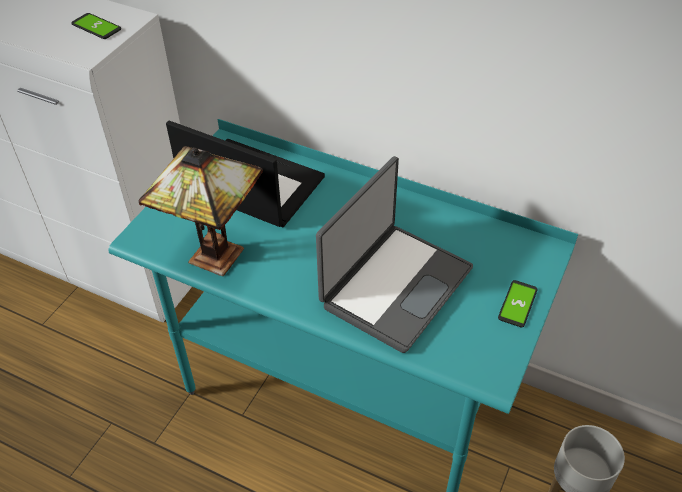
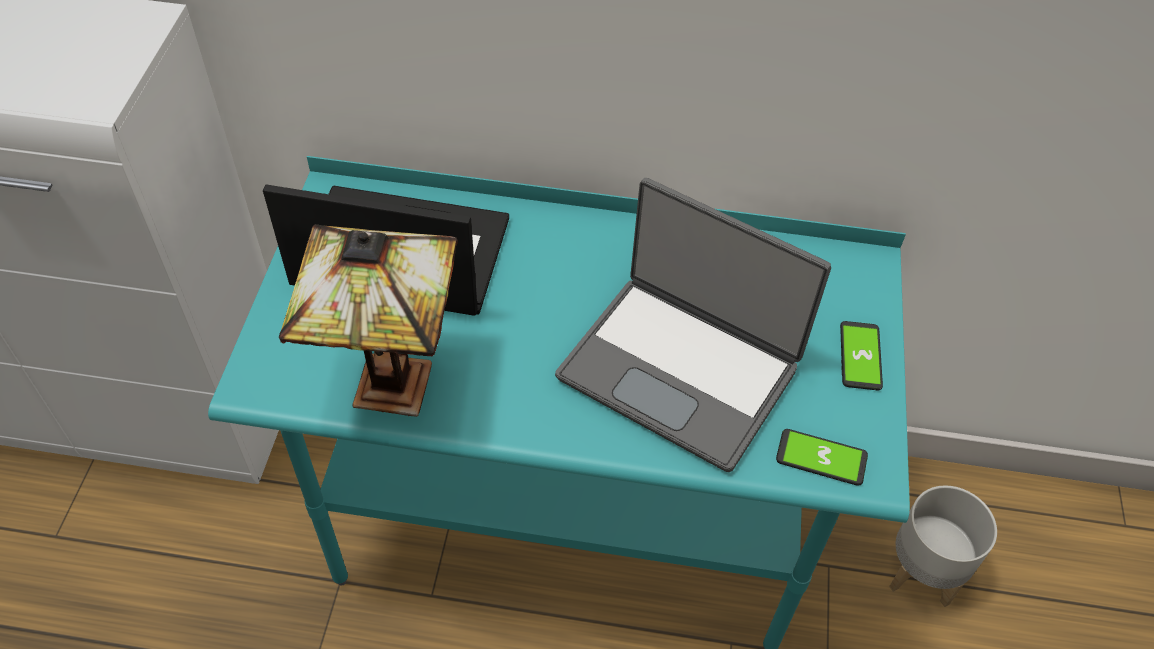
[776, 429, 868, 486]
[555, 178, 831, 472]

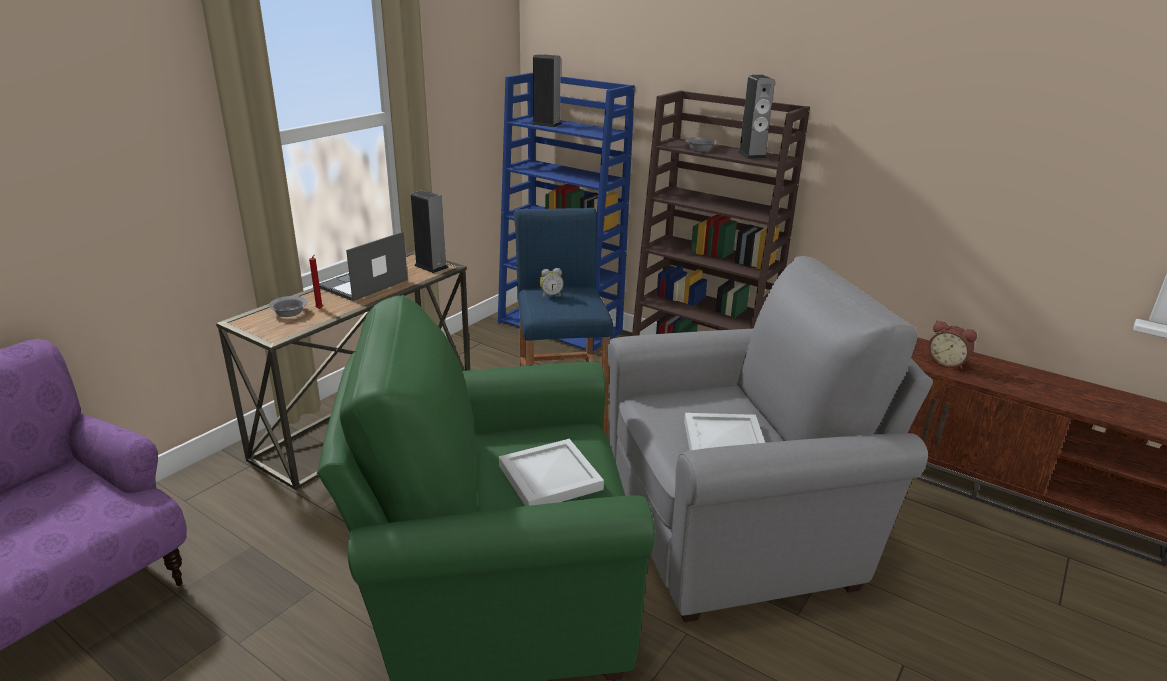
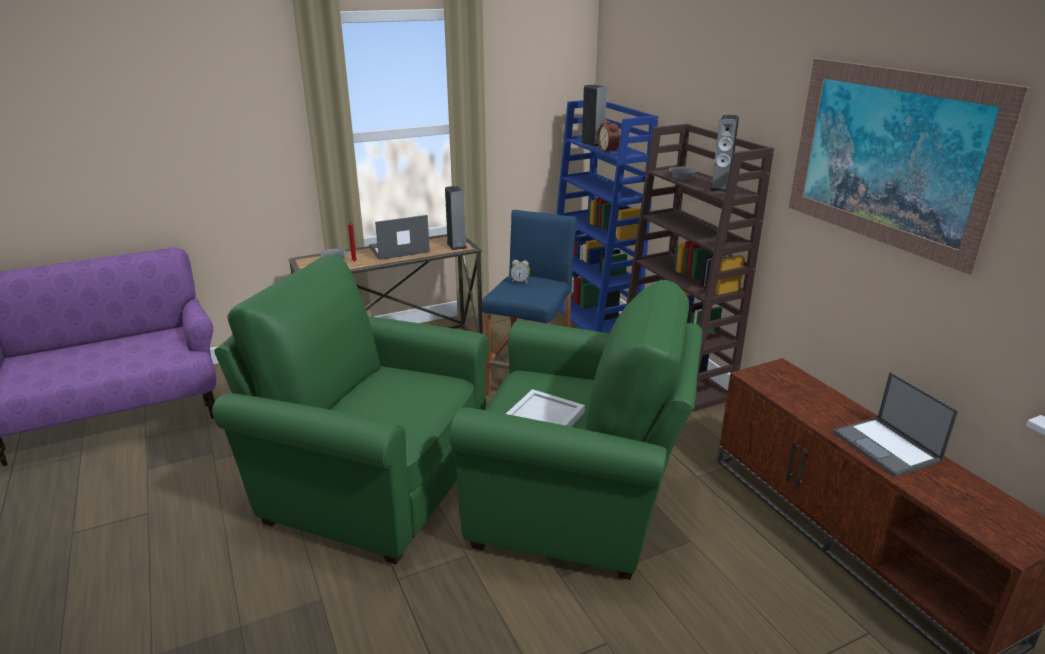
[499, 439, 604, 506] (first image)
[449, 280, 703, 580]
[597, 119, 620, 153]
[789, 58, 1030, 275]
[833, 372, 958, 477]

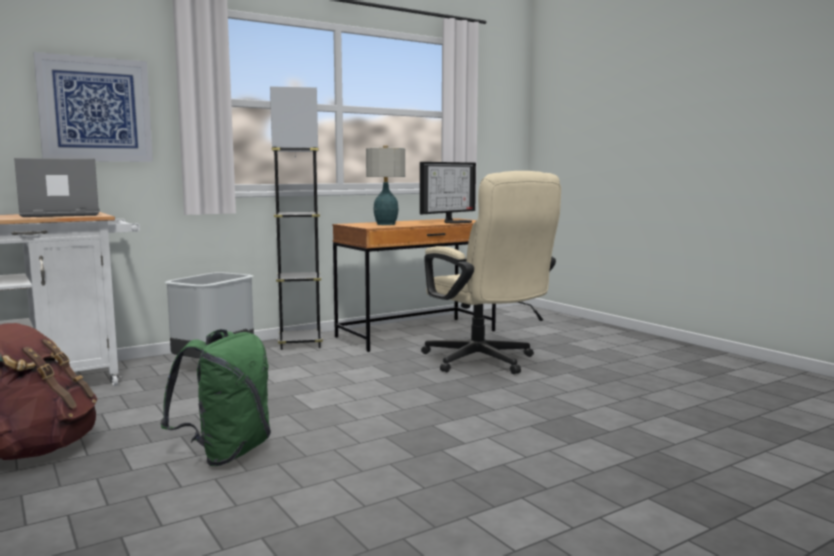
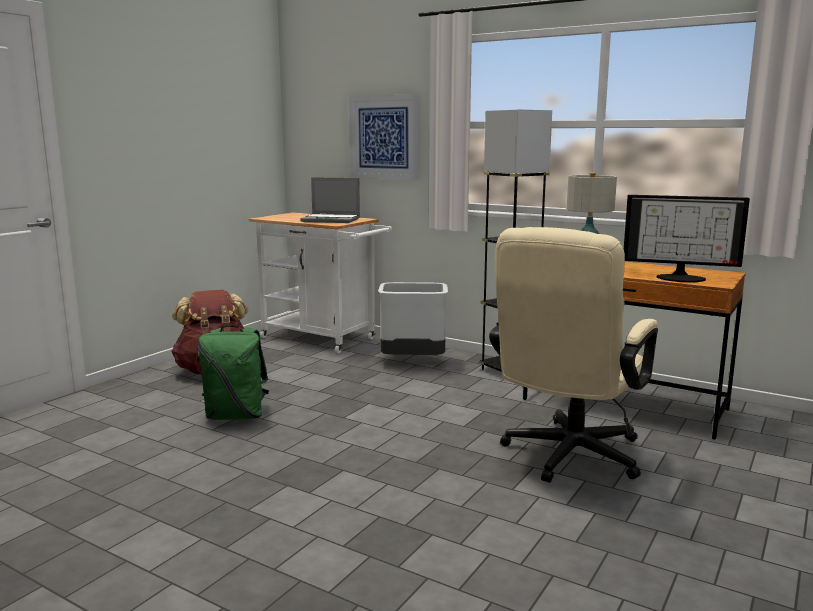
[300, 177, 360, 223]

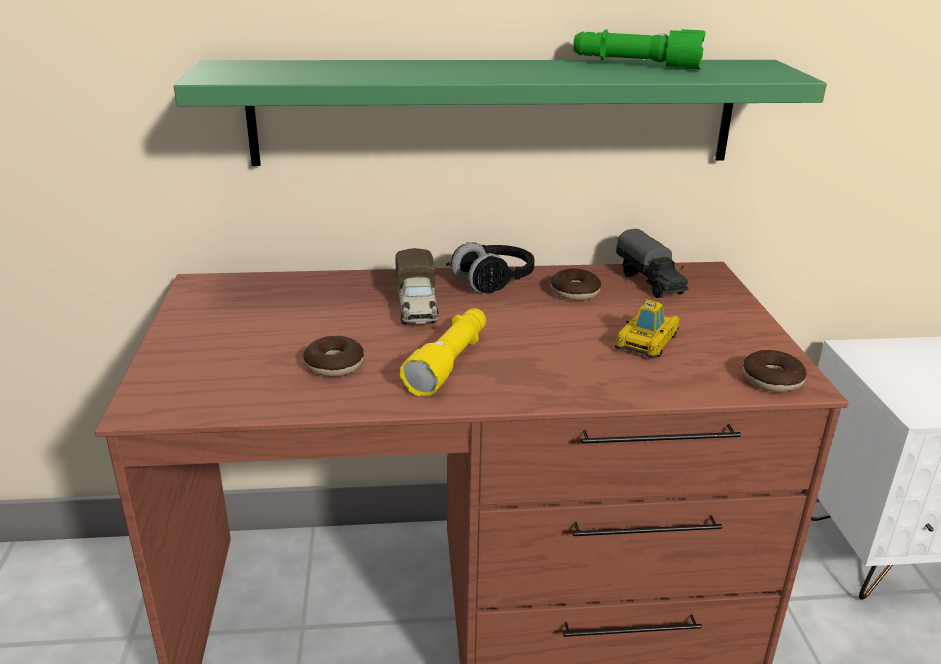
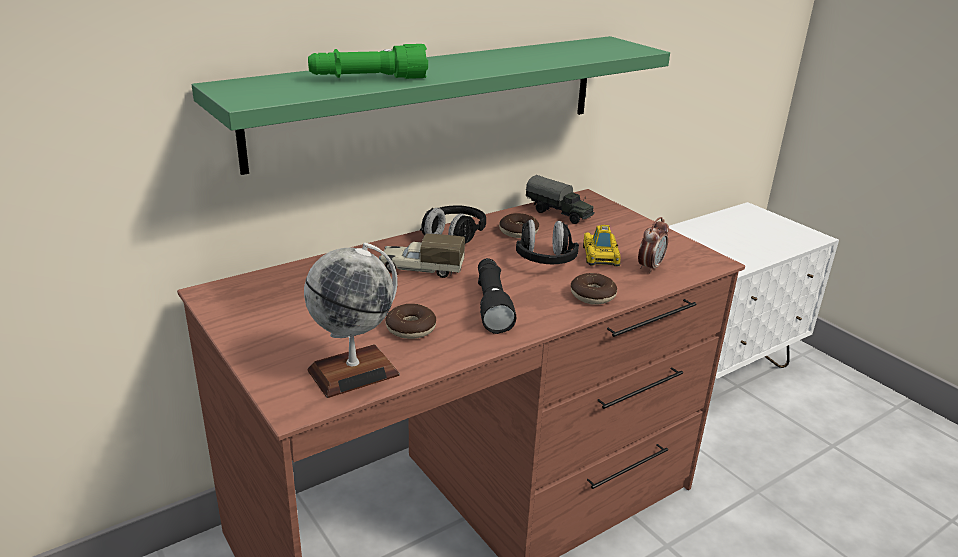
[379, 234, 465, 278]
[478, 258, 516, 334]
[308, 44, 428, 79]
[571, 273, 617, 305]
[304, 243, 400, 398]
[516, 220, 579, 264]
[638, 217, 669, 273]

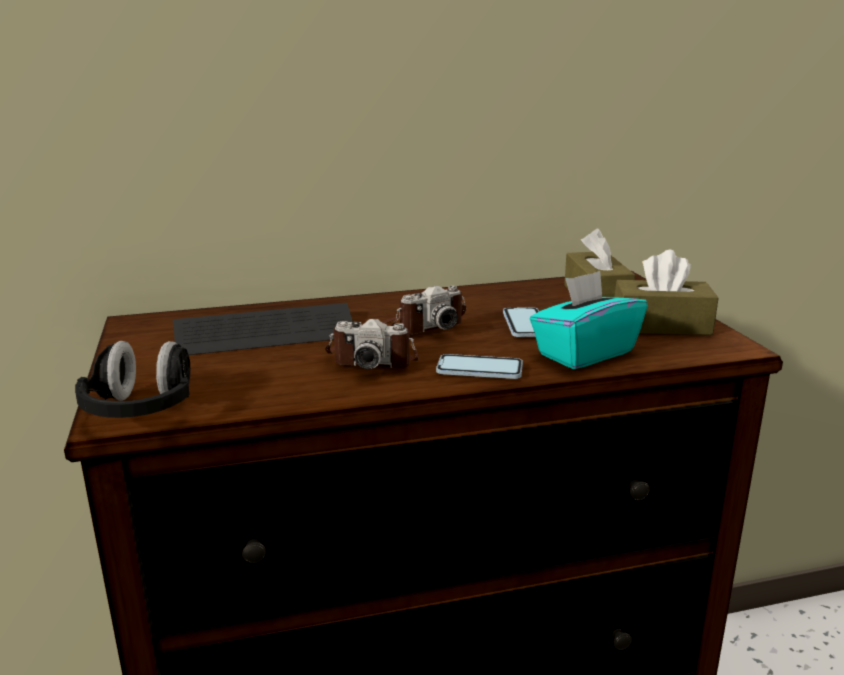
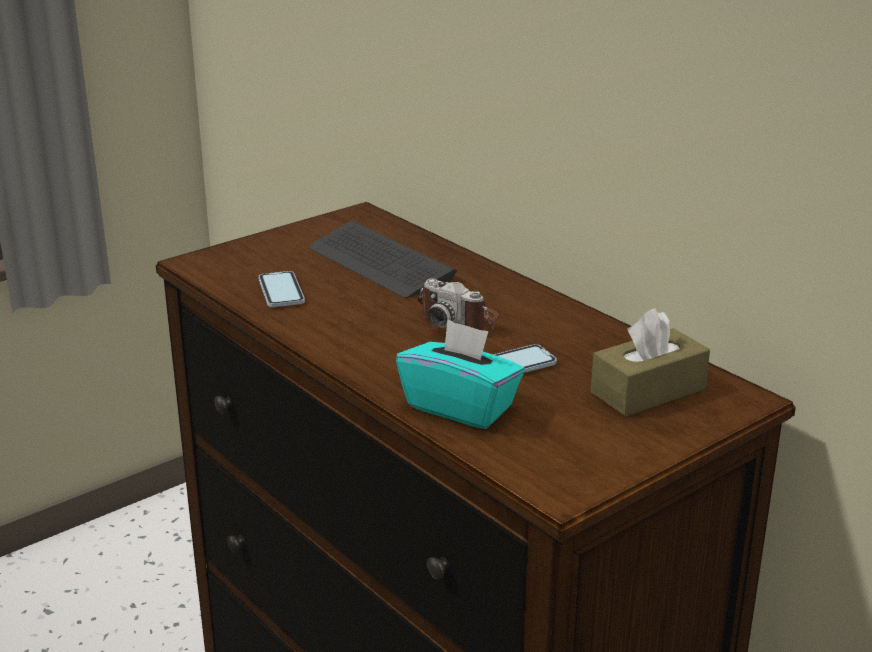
[75, 341, 190, 418] (first image)
[325, 319, 419, 369] (first image)
[258, 271, 305, 307]
[615, 249, 719, 335] (first image)

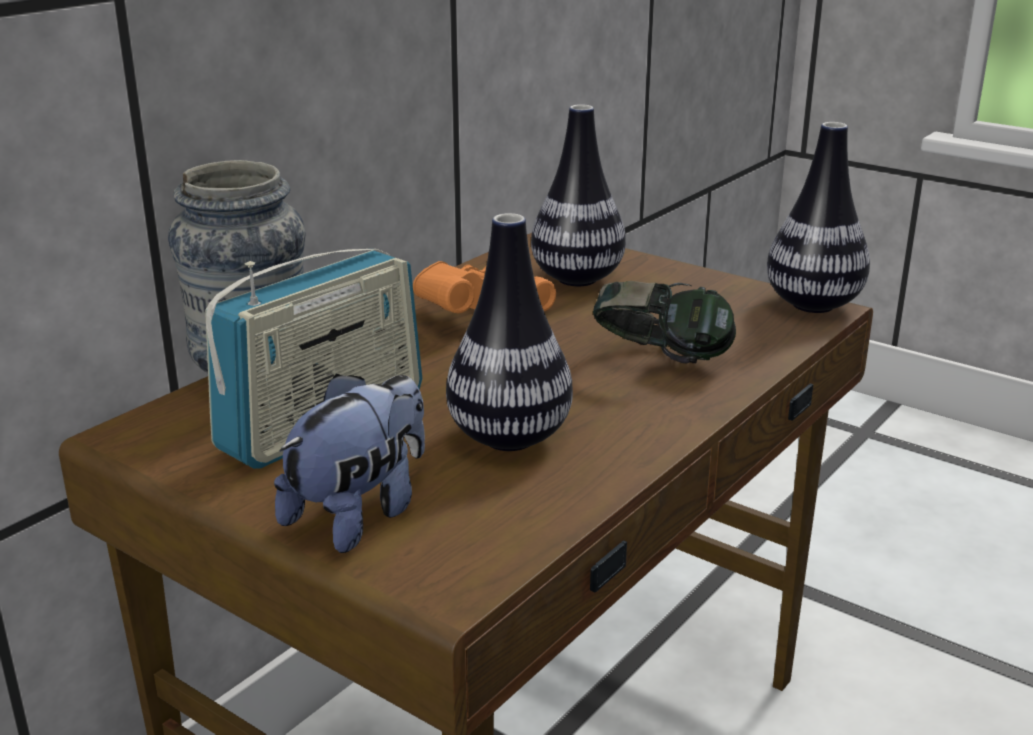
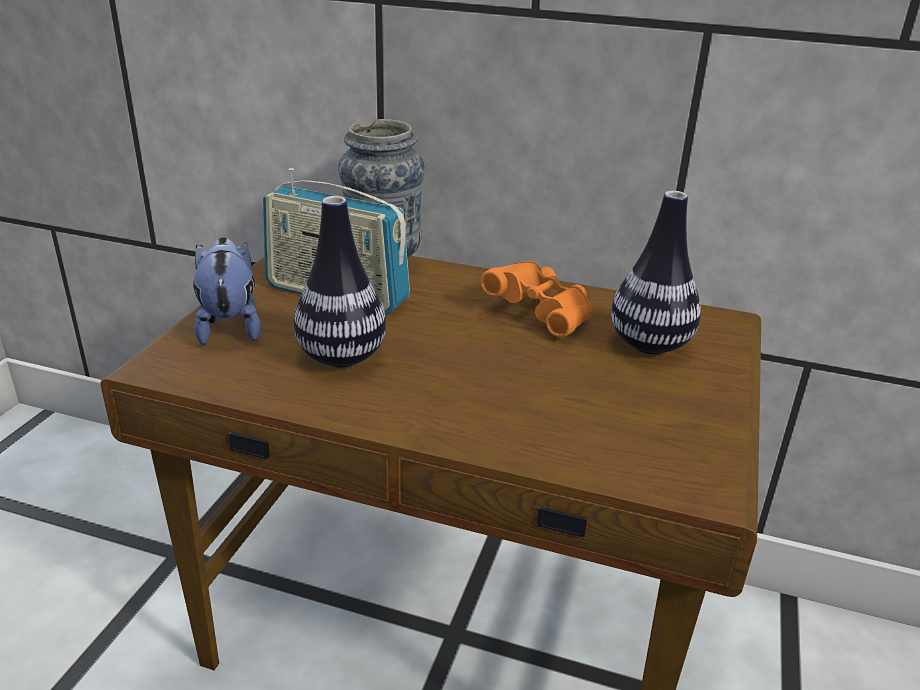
[193, 237, 261, 345]
[593, 281, 736, 363] (first image)
[767, 122, 870, 313] (first image)

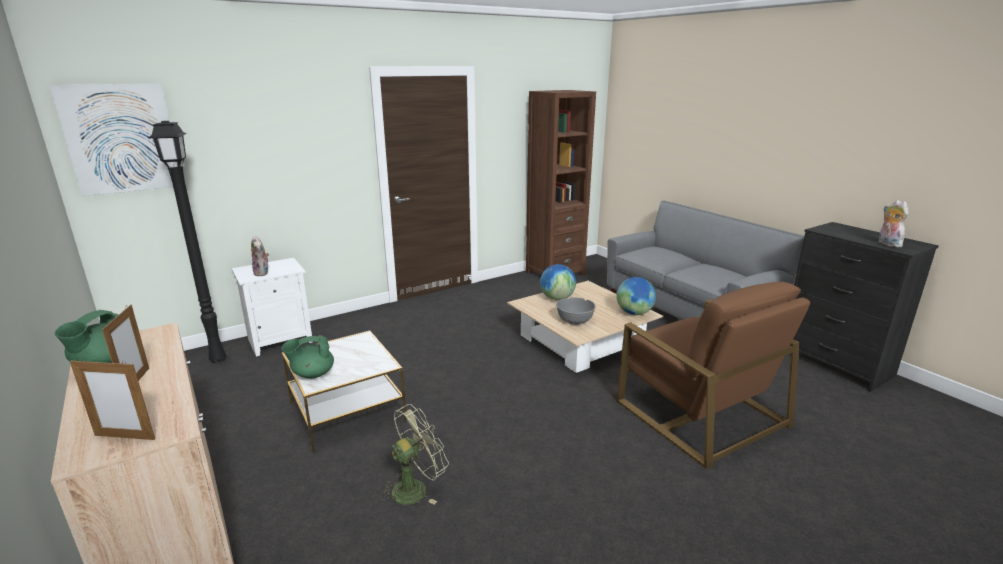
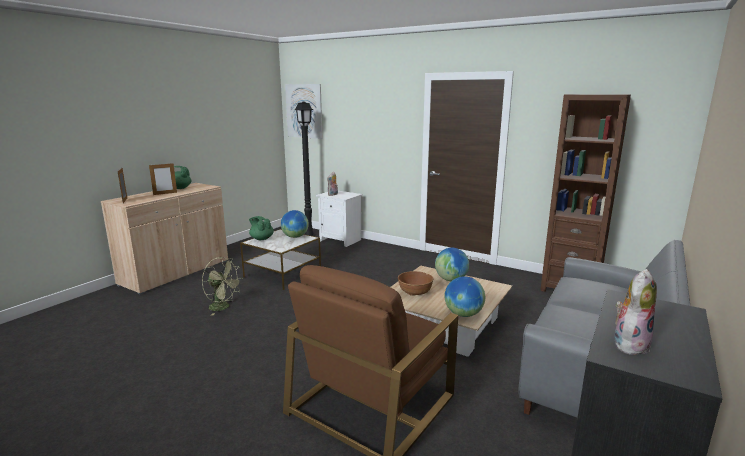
[398, 271, 434, 296]
[281, 210, 309, 238]

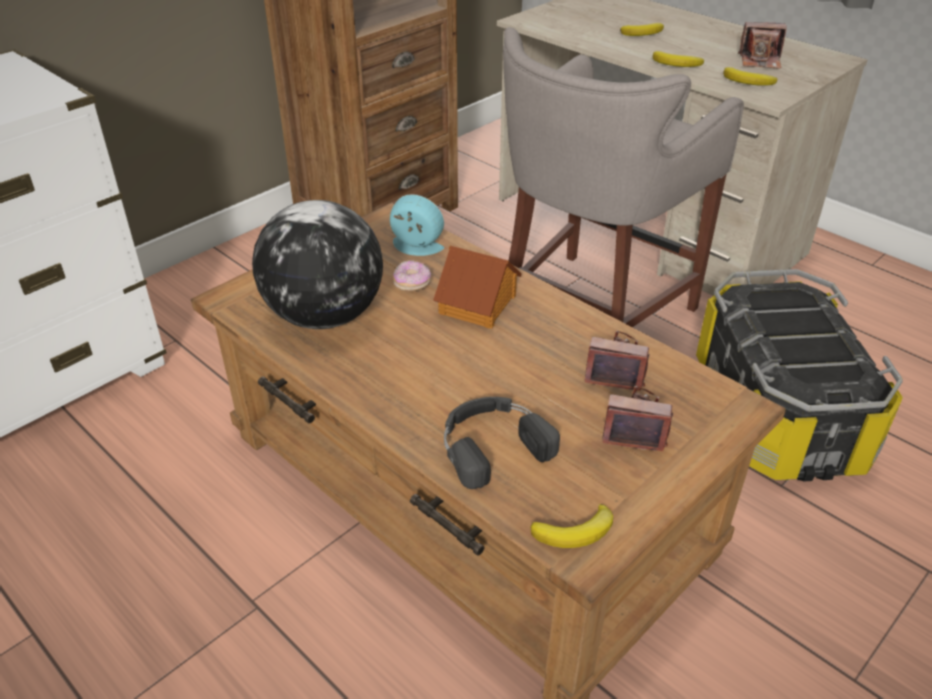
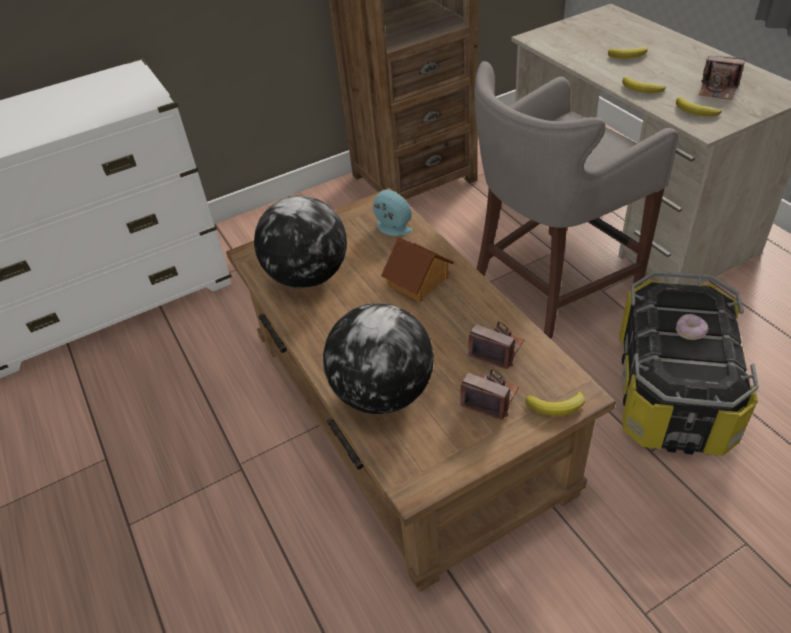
[676, 314, 708, 340]
[323, 303, 434, 414]
[526, 391, 585, 416]

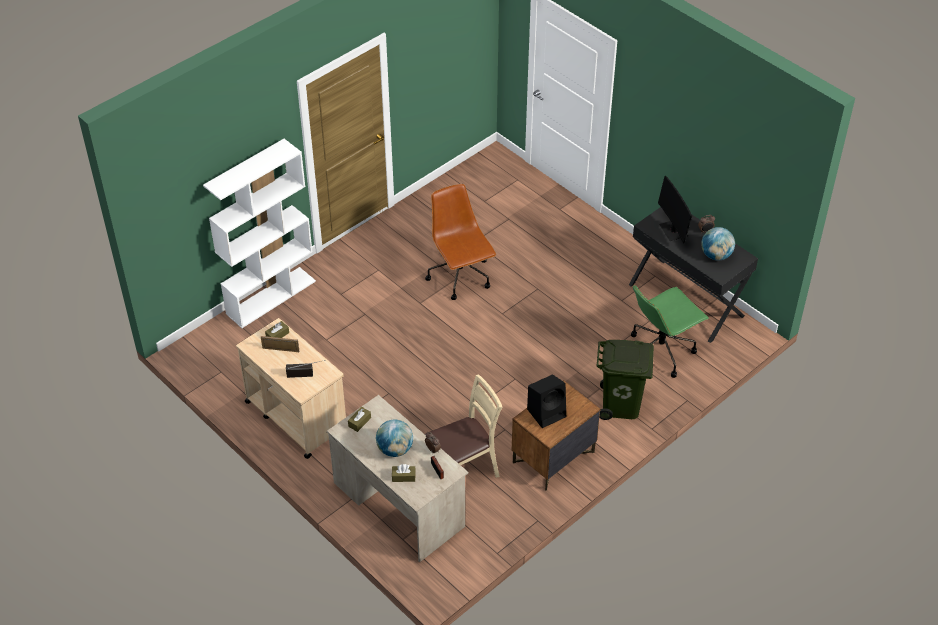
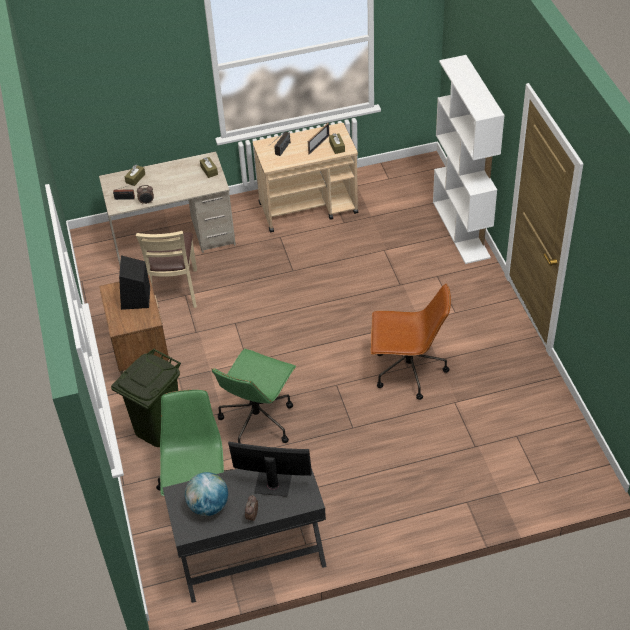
[376, 420, 413, 457] (first image)
[212, 349, 296, 443]

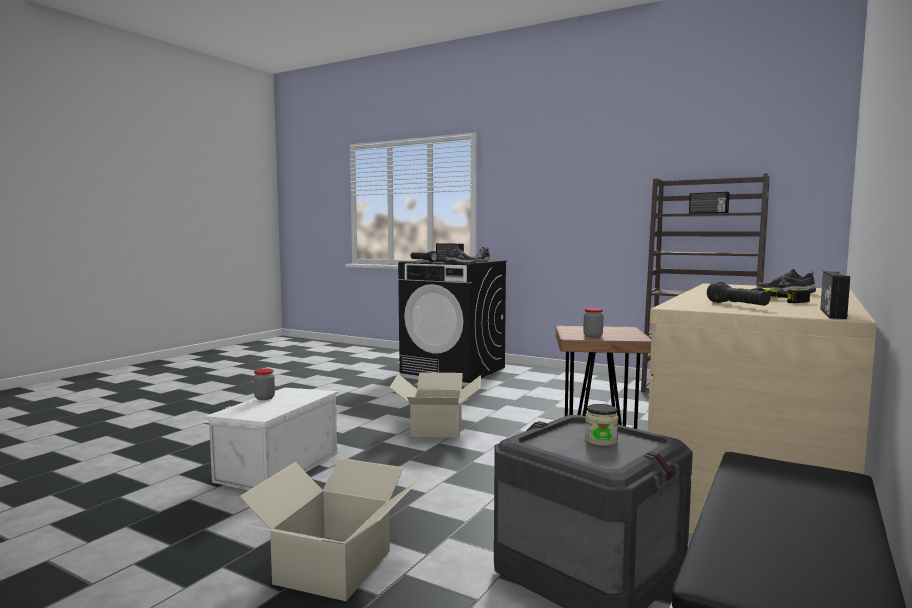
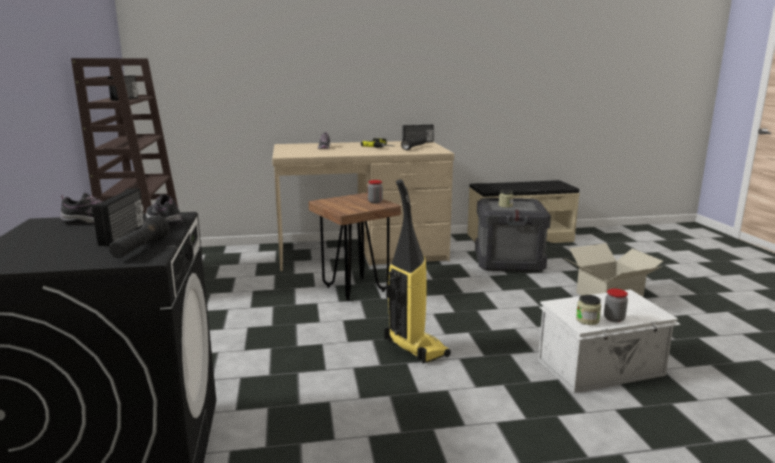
[385, 179, 451, 364]
[576, 295, 601, 325]

